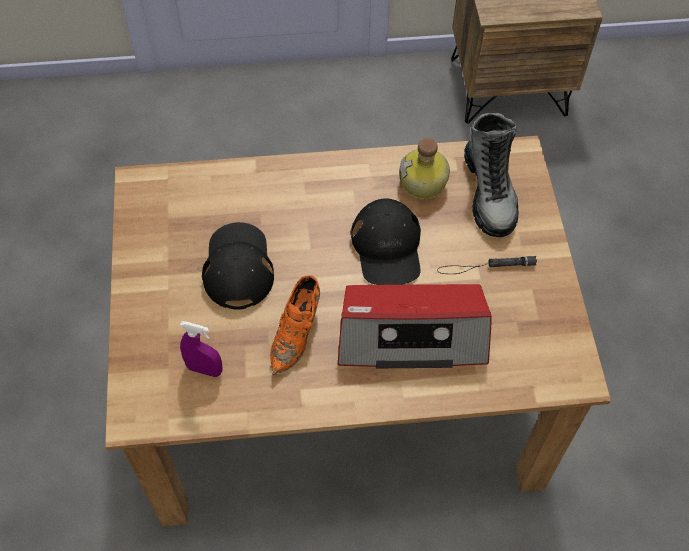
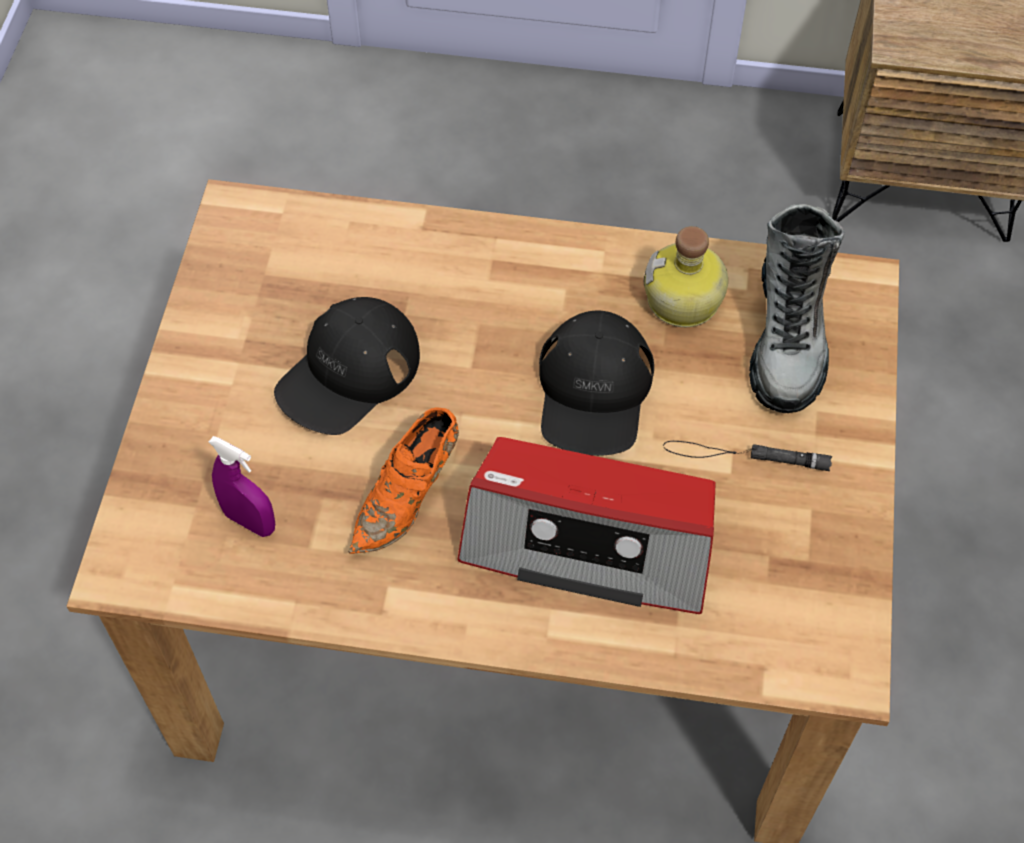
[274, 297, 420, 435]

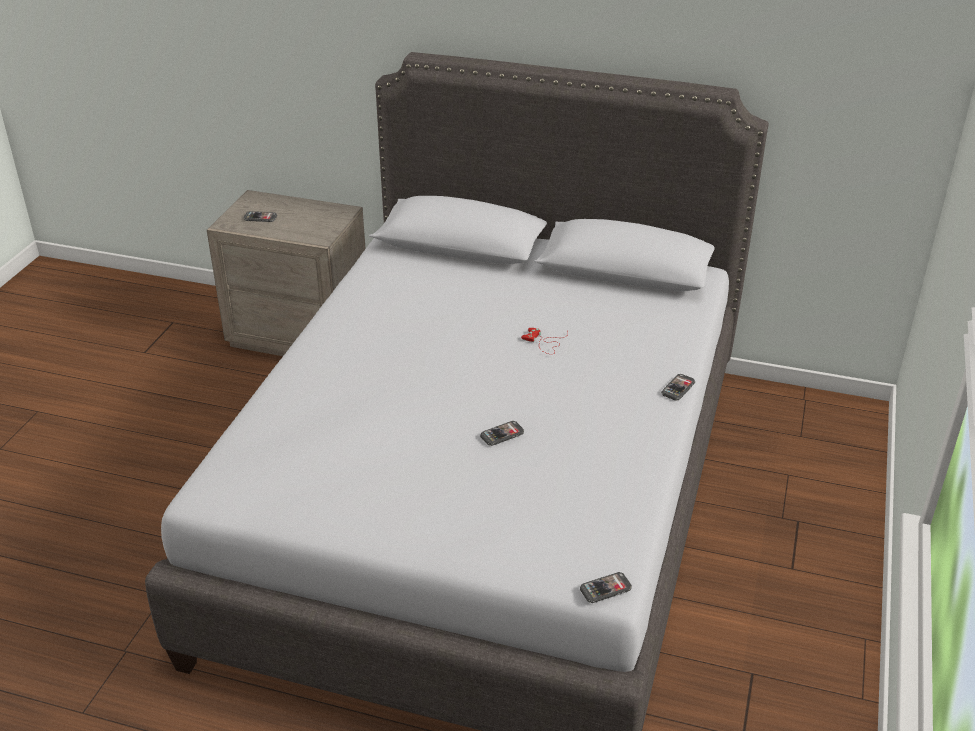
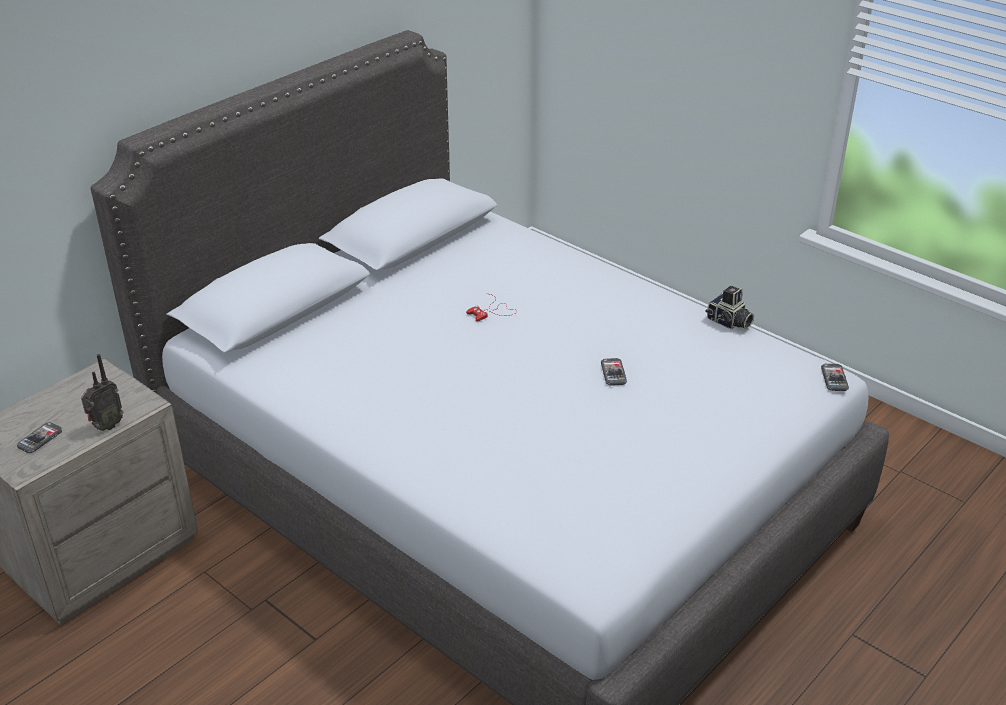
[661, 374, 695, 400] (first image)
[81, 354, 123, 431]
[706, 286, 754, 330]

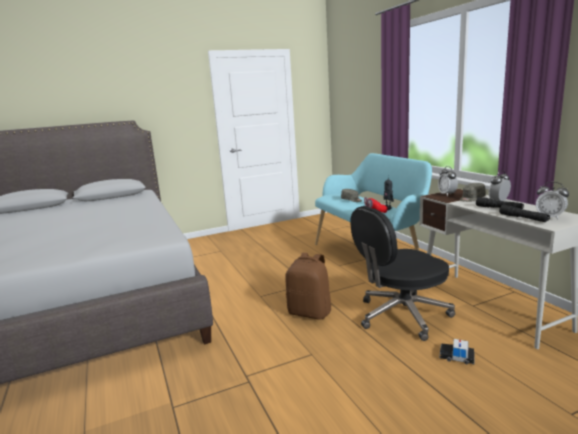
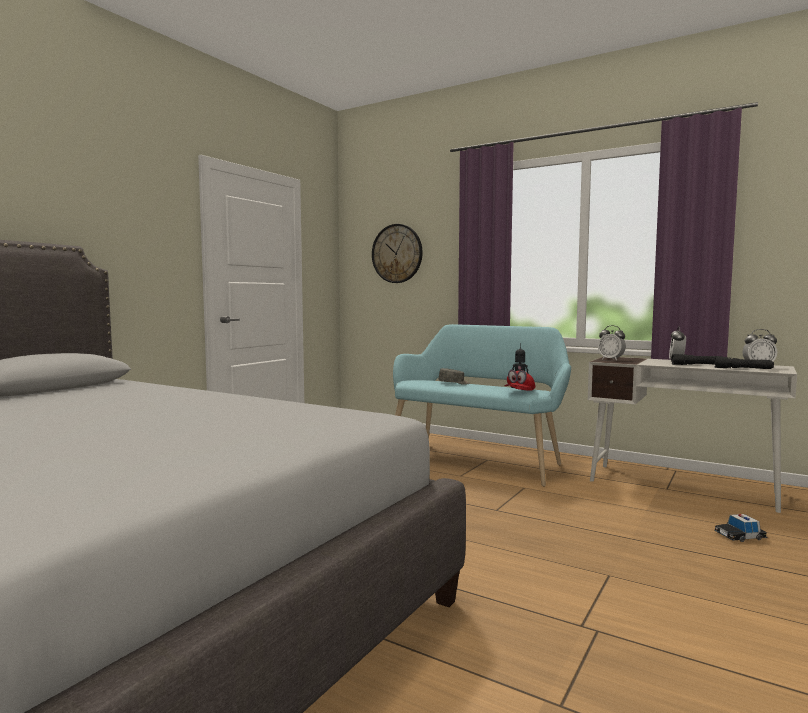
[285, 253, 331, 320] (first image)
[350, 206, 455, 341] (first image)
[460, 183, 486, 202] (first image)
[372, 224, 423, 283]

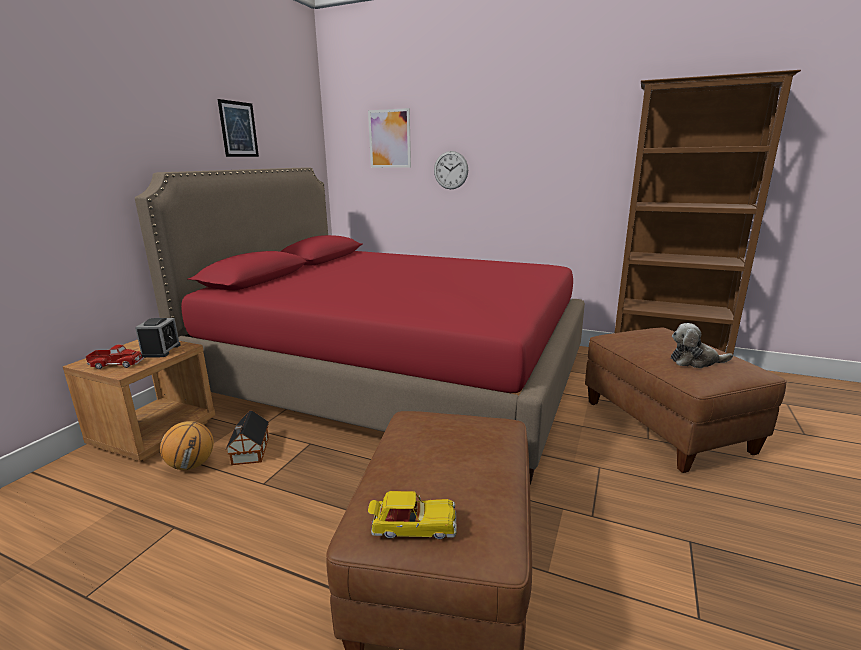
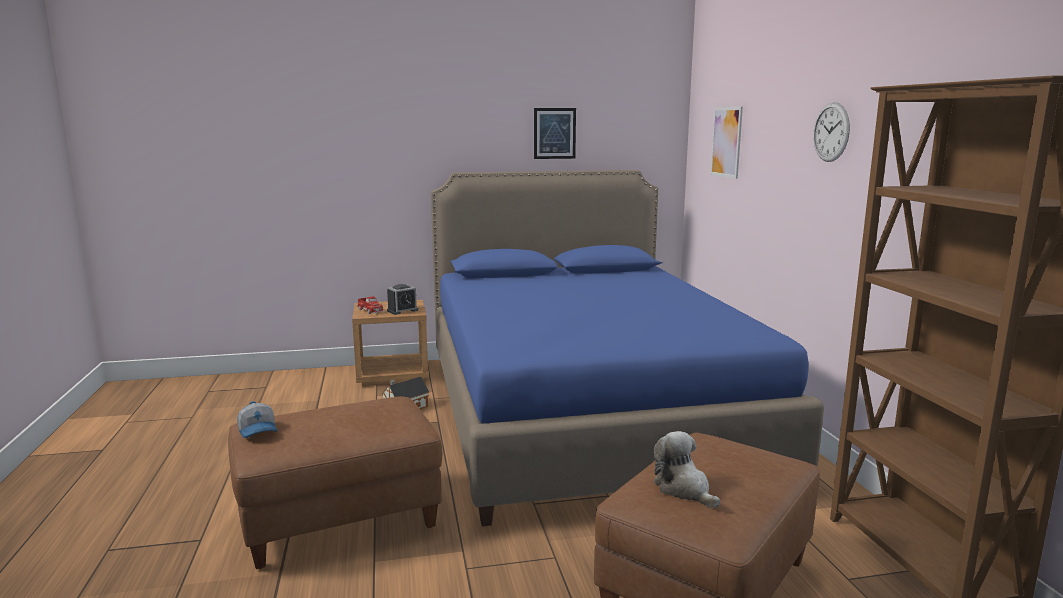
[431, 170, 824, 527]
[160, 421, 214, 470] (first image)
[237, 401, 277, 438]
[813, 102, 850, 162]

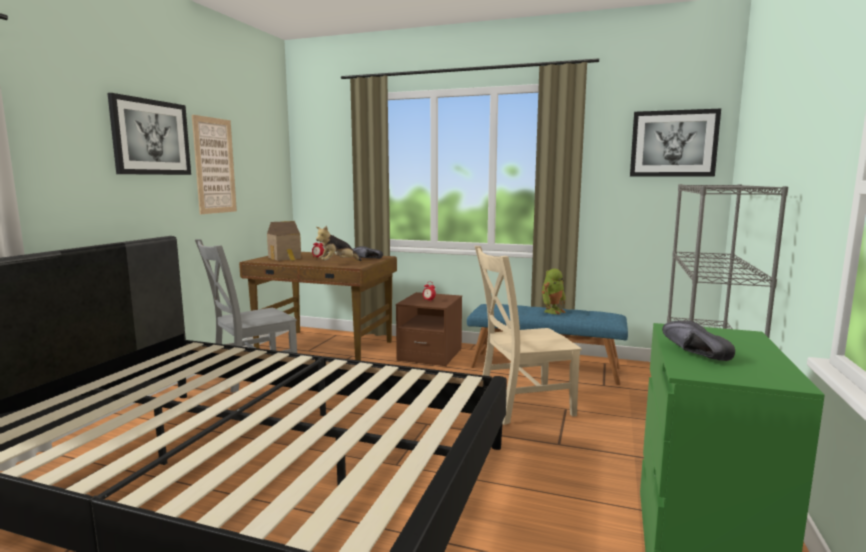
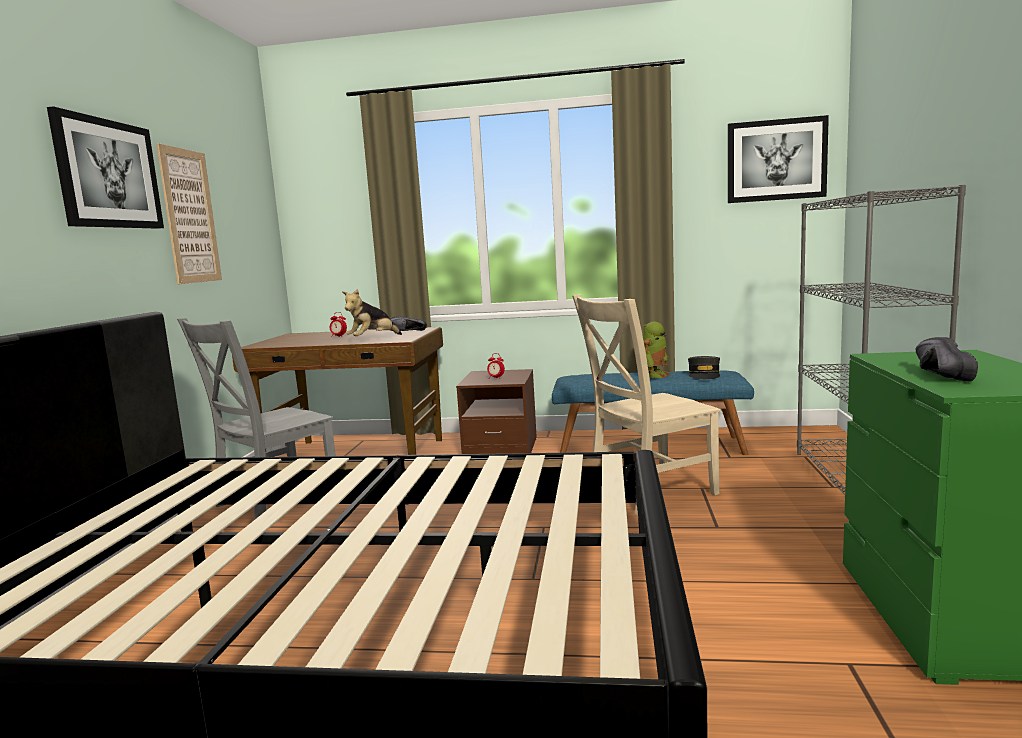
[267, 221, 301, 261] (first image)
[916, 337, 978, 382]
[688, 356, 720, 379]

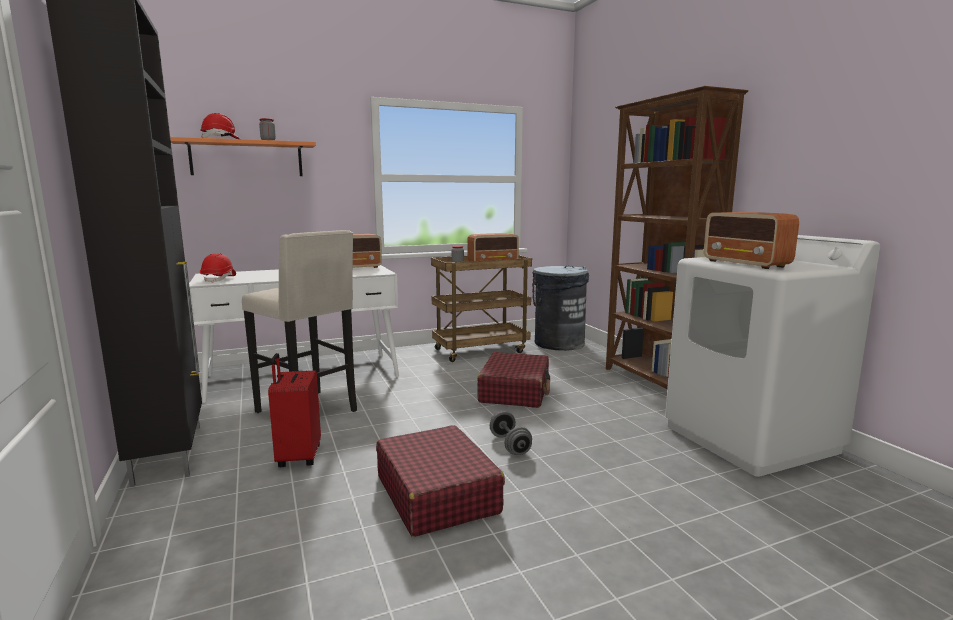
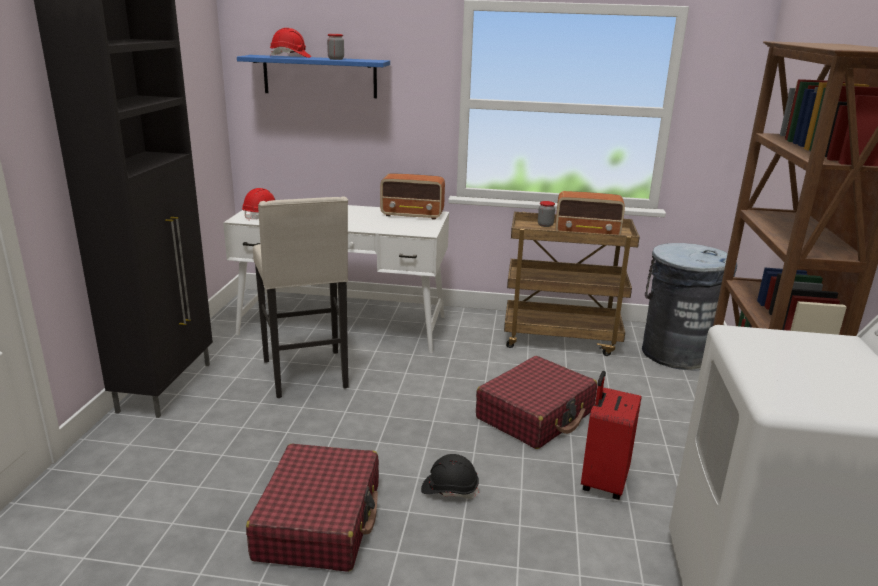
[237, 55, 390, 98]
[581, 371, 641, 500]
[421, 454, 479, 499]
[704, 212, 799, 269] (first image)

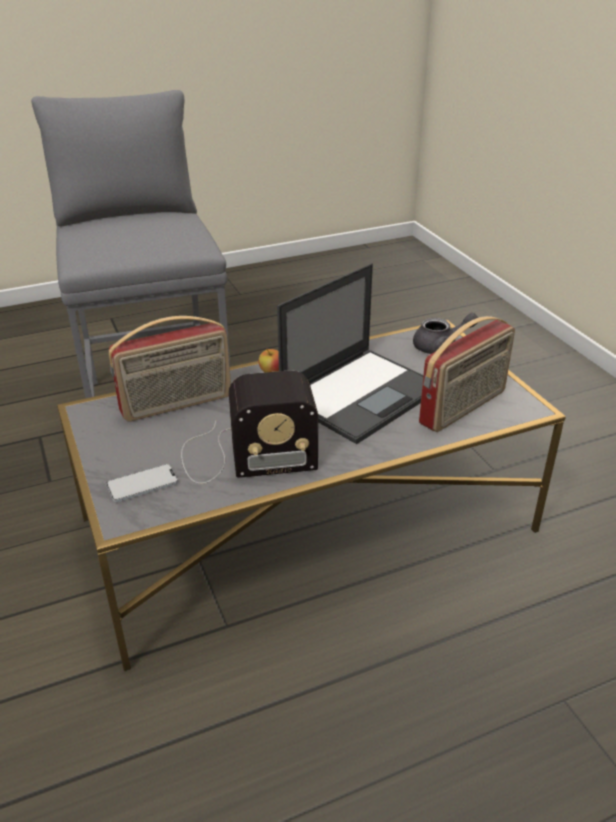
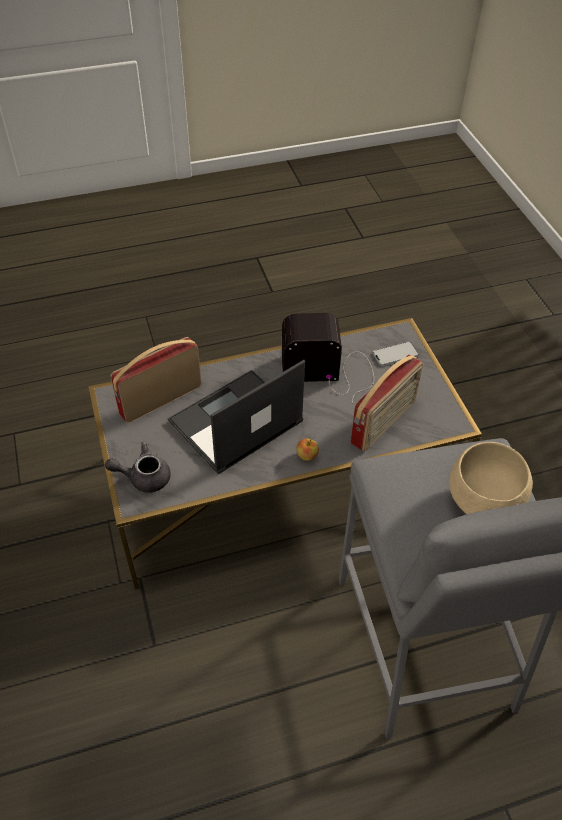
[350, 354, 423, 452]
[449, 442, 533, 514]

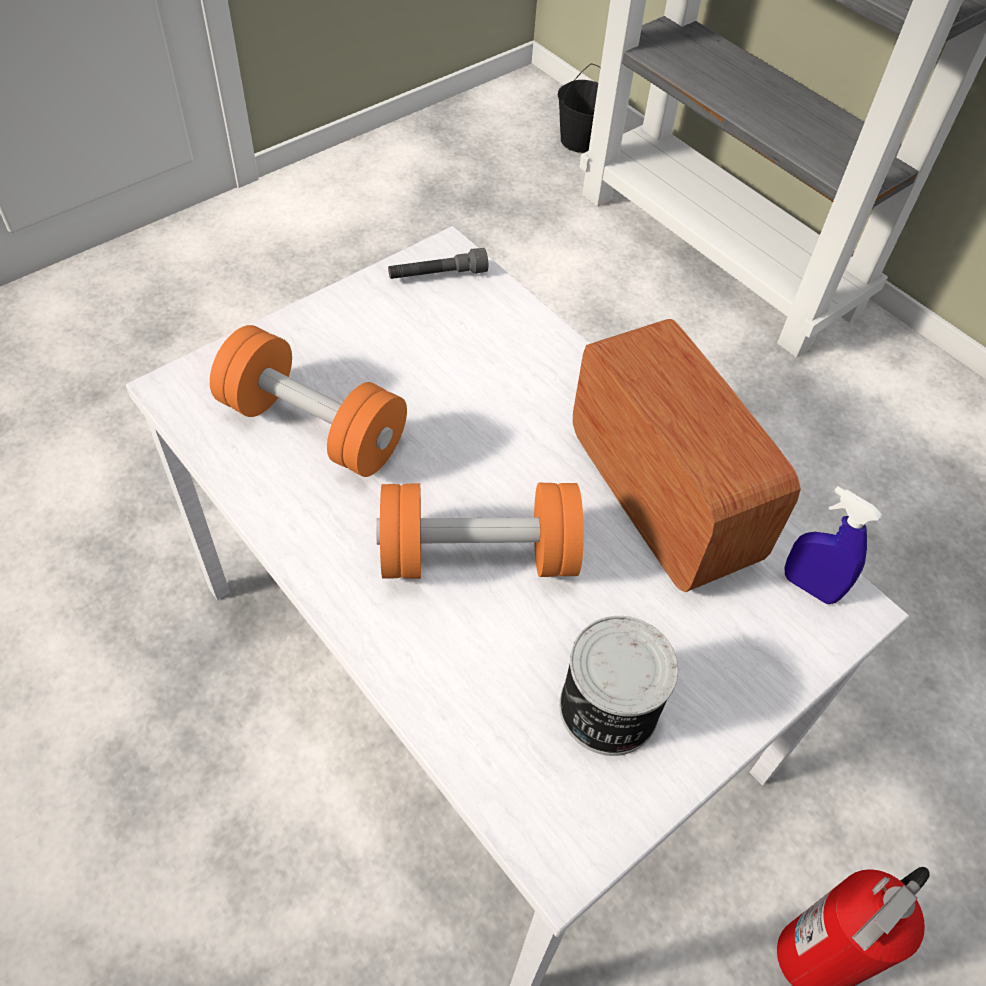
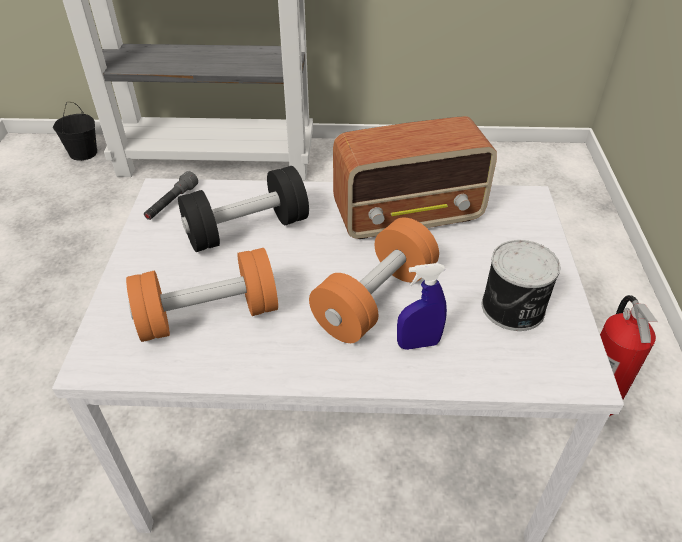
[333, 116, 497, 239]
[397, 263, 447, 350]
[178, 166, 309, 252]

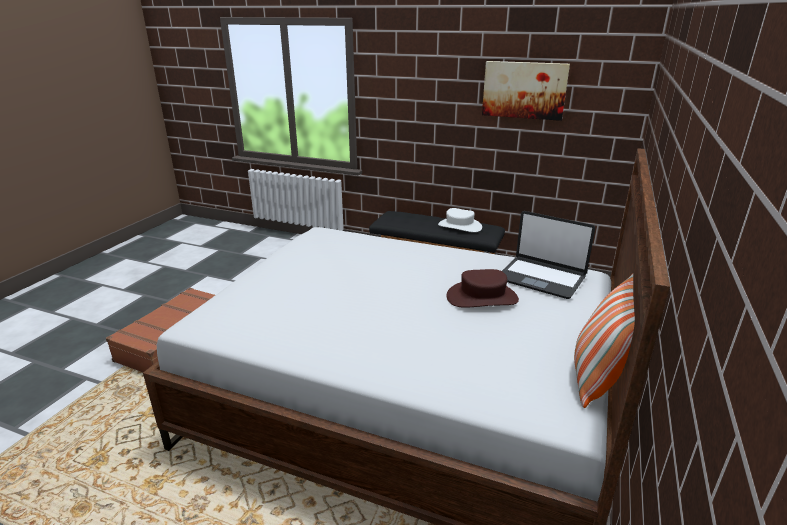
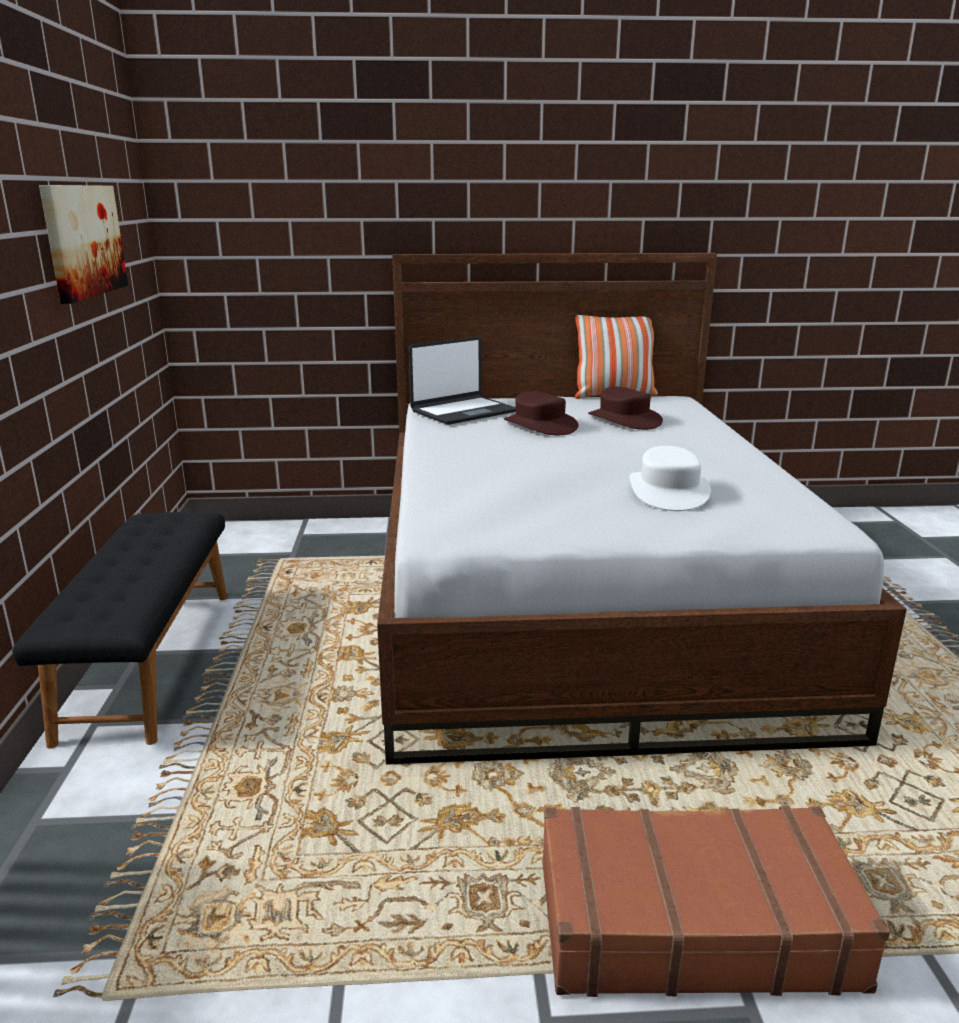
[630, 446, 711, 511]
[409, 336, 516, 425]
[588, 387, 663, 430]

